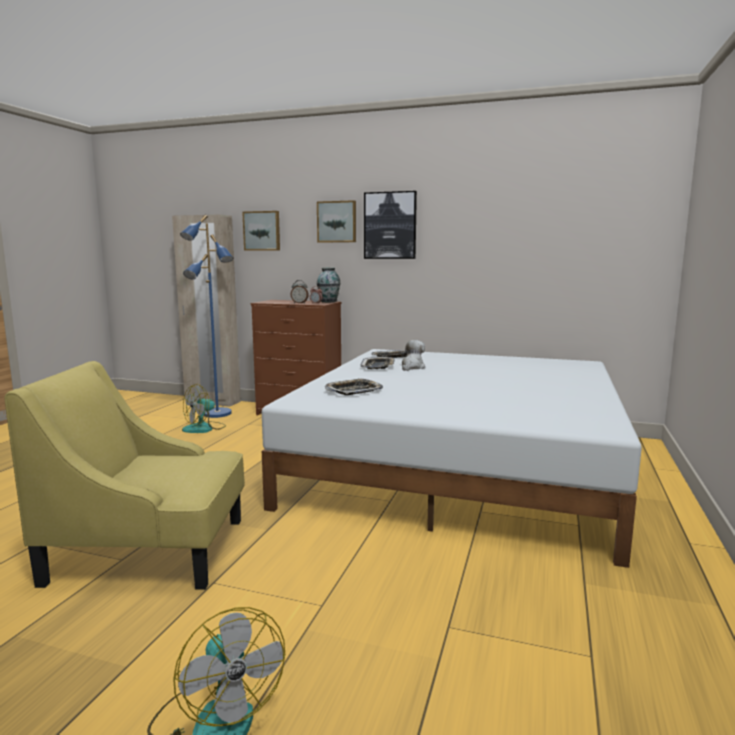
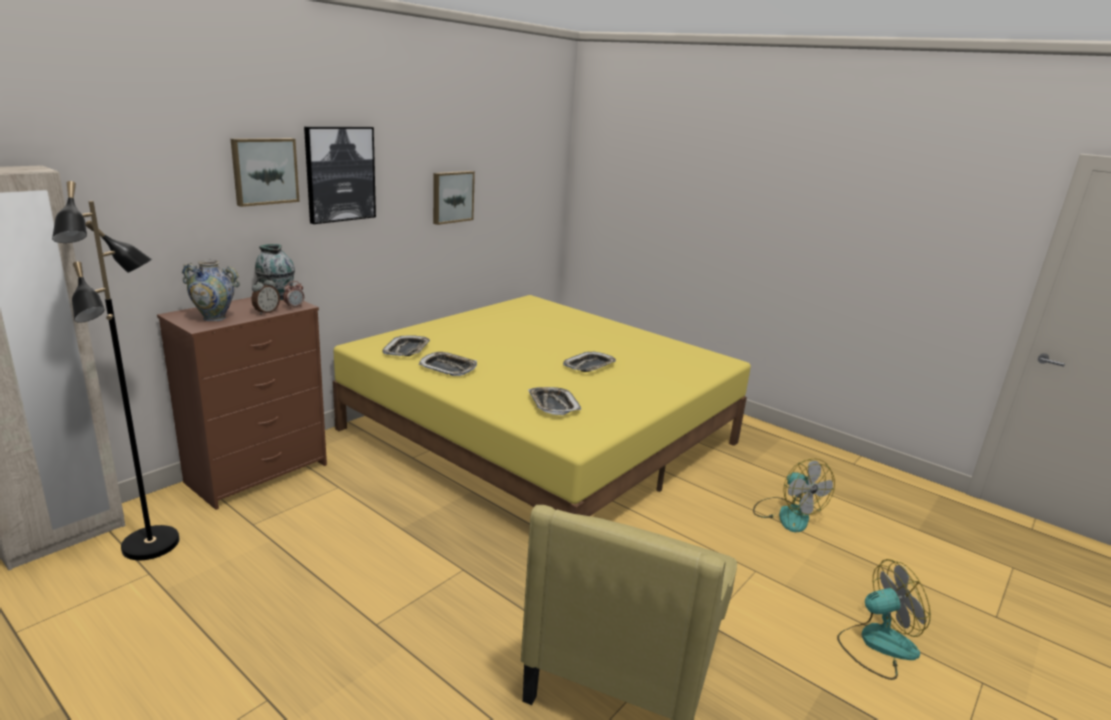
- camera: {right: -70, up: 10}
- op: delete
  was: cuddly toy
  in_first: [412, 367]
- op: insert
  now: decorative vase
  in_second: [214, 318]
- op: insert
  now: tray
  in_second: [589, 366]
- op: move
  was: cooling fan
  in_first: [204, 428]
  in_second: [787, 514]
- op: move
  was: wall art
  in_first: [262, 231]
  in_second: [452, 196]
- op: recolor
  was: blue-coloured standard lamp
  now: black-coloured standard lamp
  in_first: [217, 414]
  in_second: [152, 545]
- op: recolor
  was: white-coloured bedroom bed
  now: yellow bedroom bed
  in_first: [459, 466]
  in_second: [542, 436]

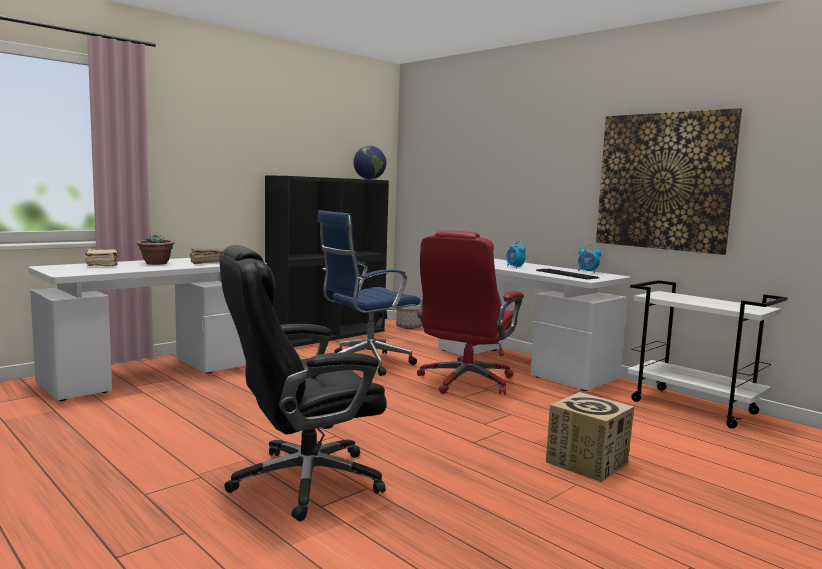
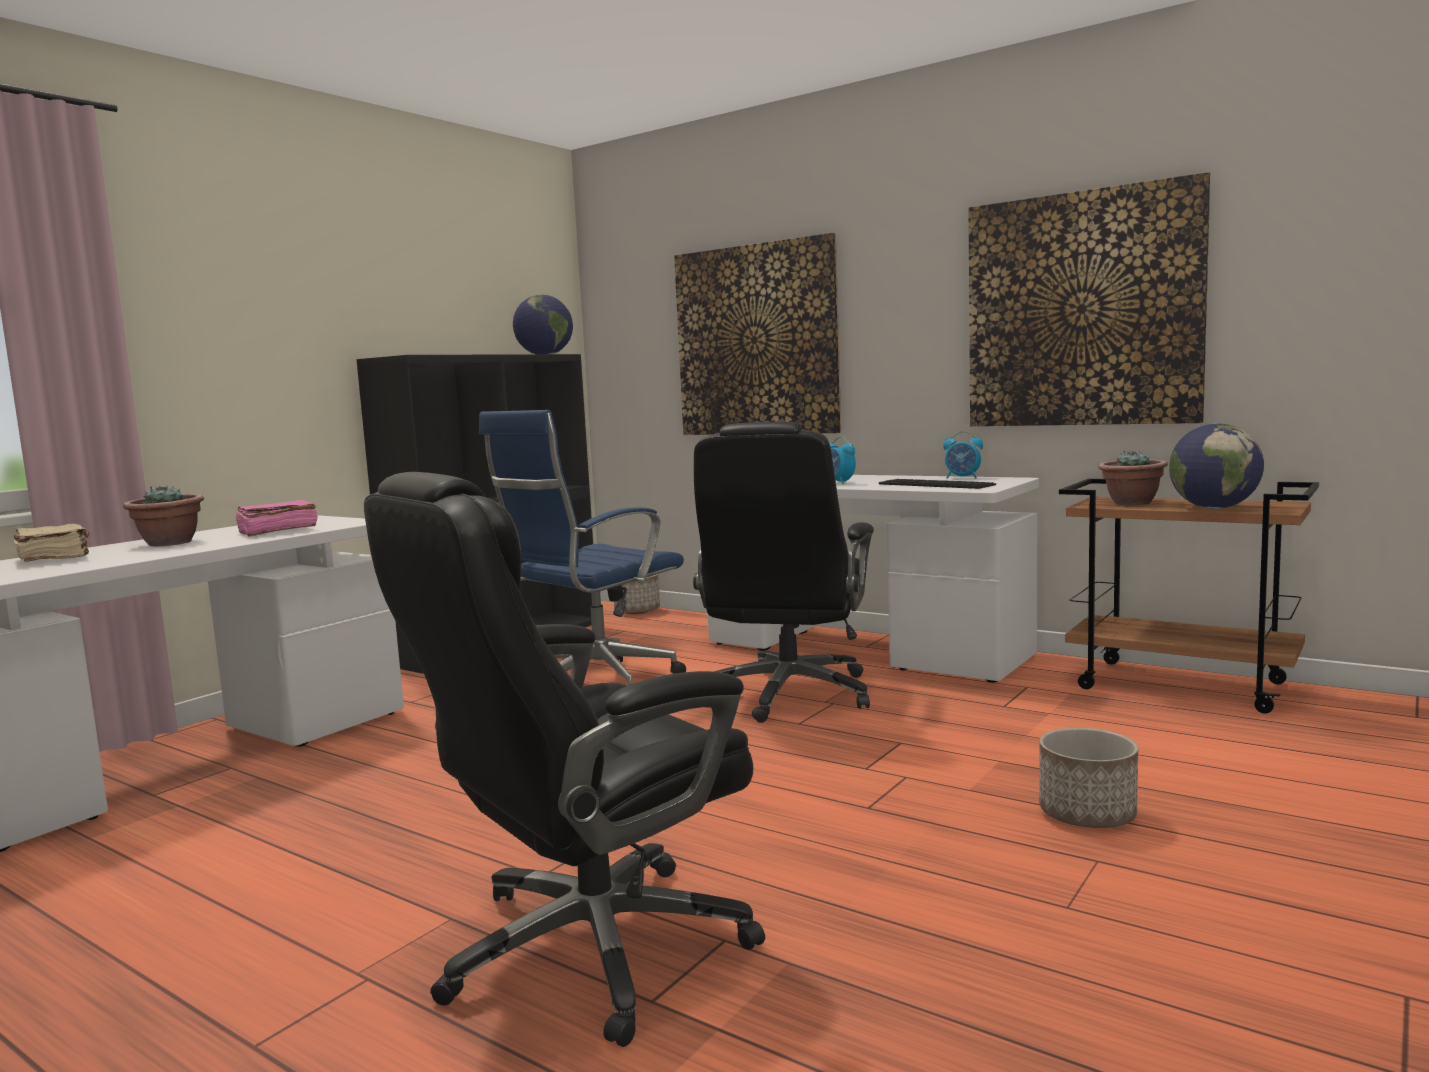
- camera: {right: -10, up: 0}
- op: insert
  now: wall art
  in_second: [756, 340]
- op: insert
  now: plant in a pot
  in_second: [1131, 503]
- op: insert
  now: world globe
  in_second: [1214, 508]
- op: replace
  was: carton
  now: planter
  in_first: [587, 462]
  in_second: [1086, 814]
- op: recolor
  was: brown-coloured book
  now: pink-coloured book
  in_first: [208, 263]
  in_second: [277, 531]
- op: recolor
  was: red-coloured desk chair
  now: black-coloured desk chair
  in_first: [465, 382]
  in_second: [787, 694]
- op: recolor
  was: white-coloured wheeled cart
  now: brown-coloured wheeled cart
  in_first: [695, 407]
  in_second: [1183, 686]

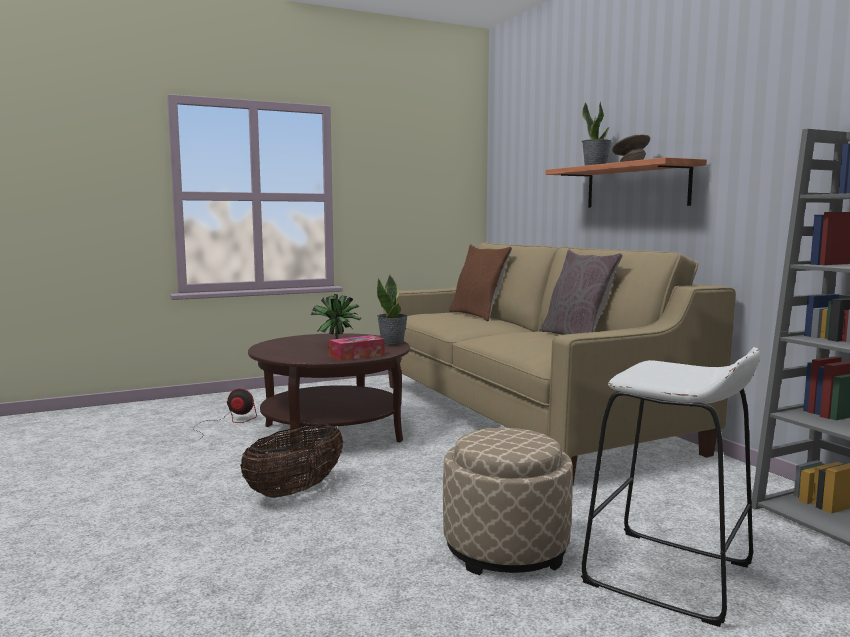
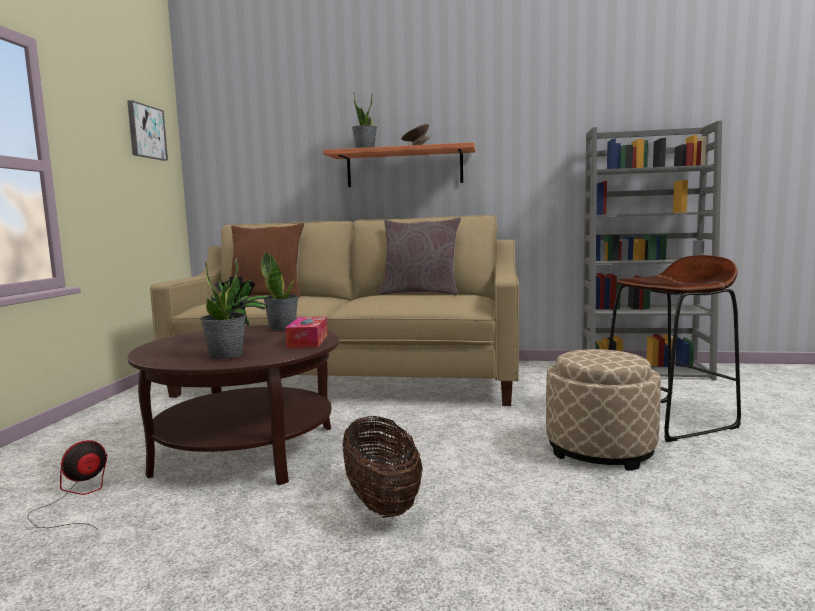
- camera: {right: -55, up: 0}
- op: insert
  now: wall art
  in_second: [146, 132]
- op: insert
  now: plant in a pot
  in_second: [226, 355]
- op: recolor
  was: white-coloured stool seat
  now: brown-coloured stool seat
  in_first: [668, 575]
  in_second: [668, 419]

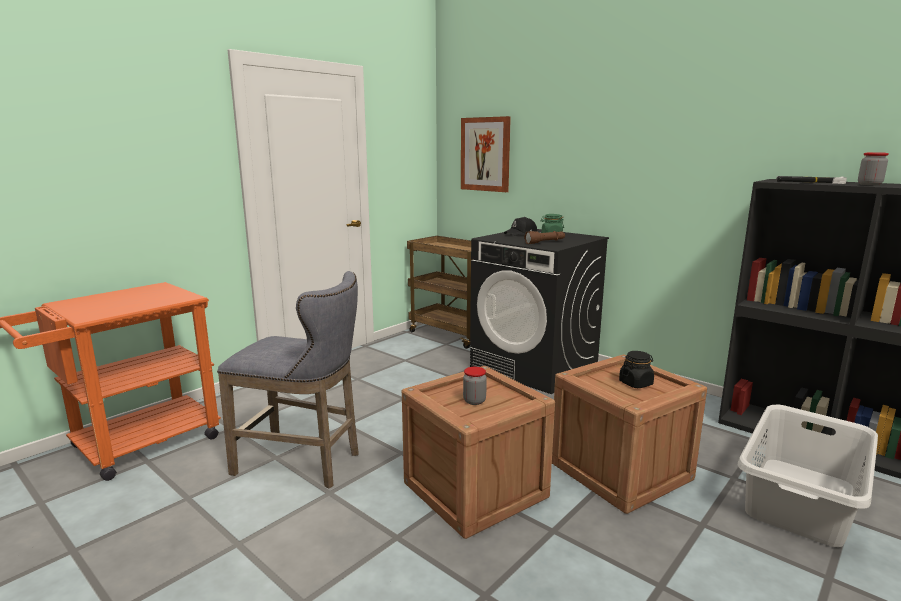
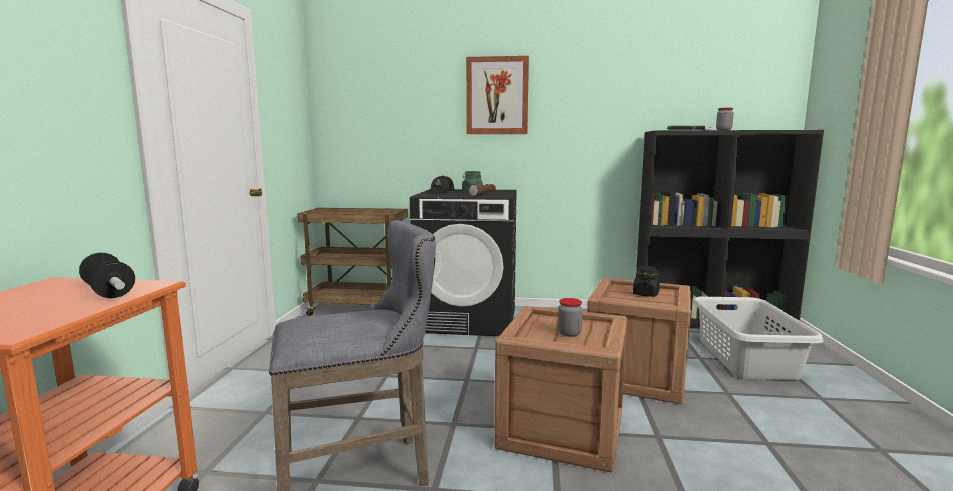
- camera: {right: -35, up: -5}
- op: insert
  now: free weight
  in_second: [109, 291]
- op: move
  was: wall art
  in_first: [485, 154]
  in_second: [497, 96]

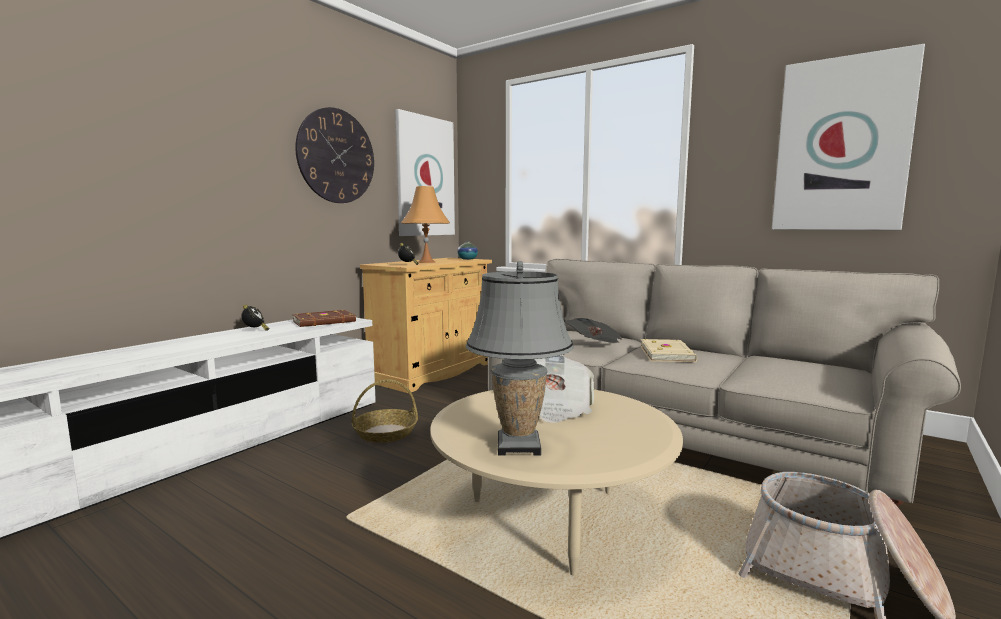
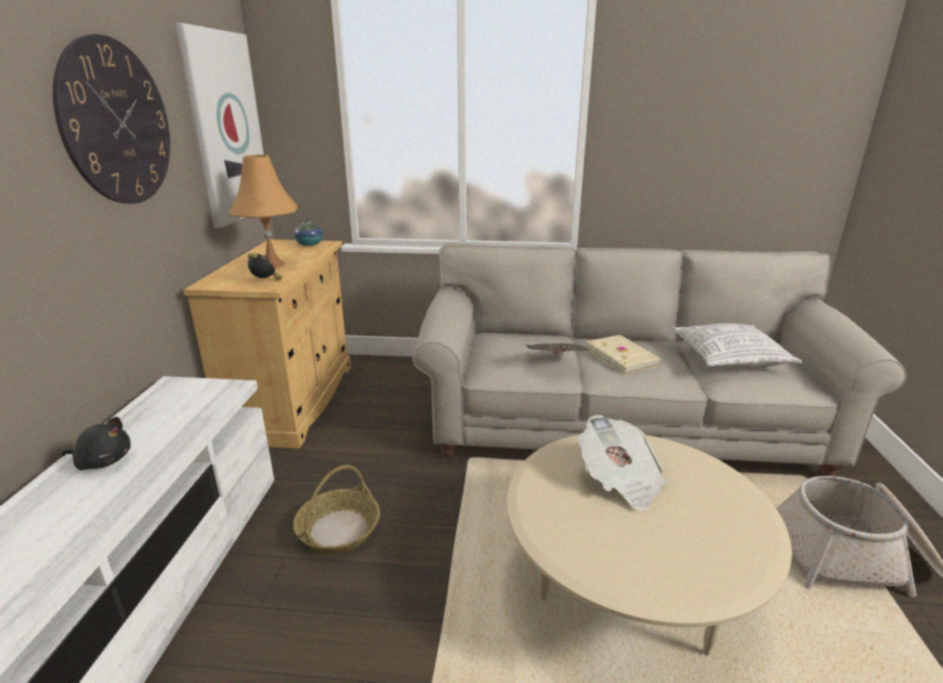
- camera: {right: -30, up: 15}
- op: delete
  was: brown-coloured book
  in_first: [325, 321]
- op: delete
  was: greyish table lamp
  in_first: [518, 446]
- op: delete
  was: wall art
  in_first: [841, 145]
- op: insert
  now: throw pillow
  in_second: [729, 359]
- op: replace
  was: bedside clock
  now: black-coloured cuddly toy
  in_first: [255, 331]
  in_second: [103, 461]

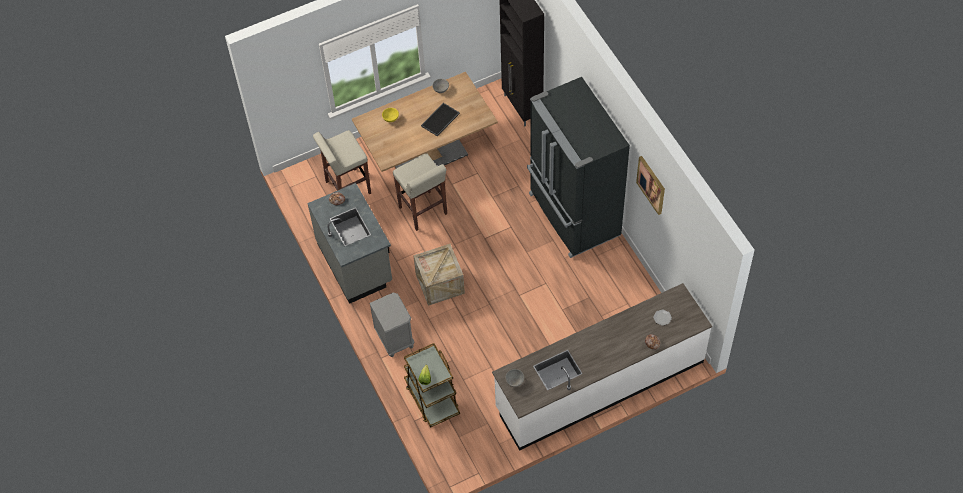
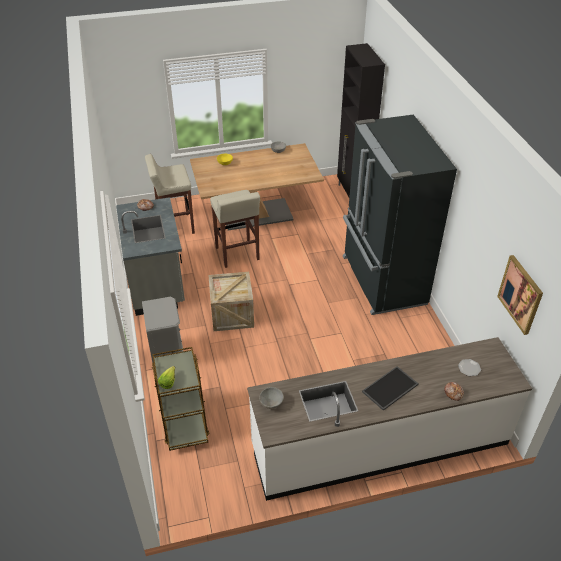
- camera: {right: 10, up: -15}
- op: move
  was: tray
  in_first: [440, 120]
  in_second: [390, 389]
- op: move
  was: wall art
  in_first: [651, 185]
  in_second: [520, 294]

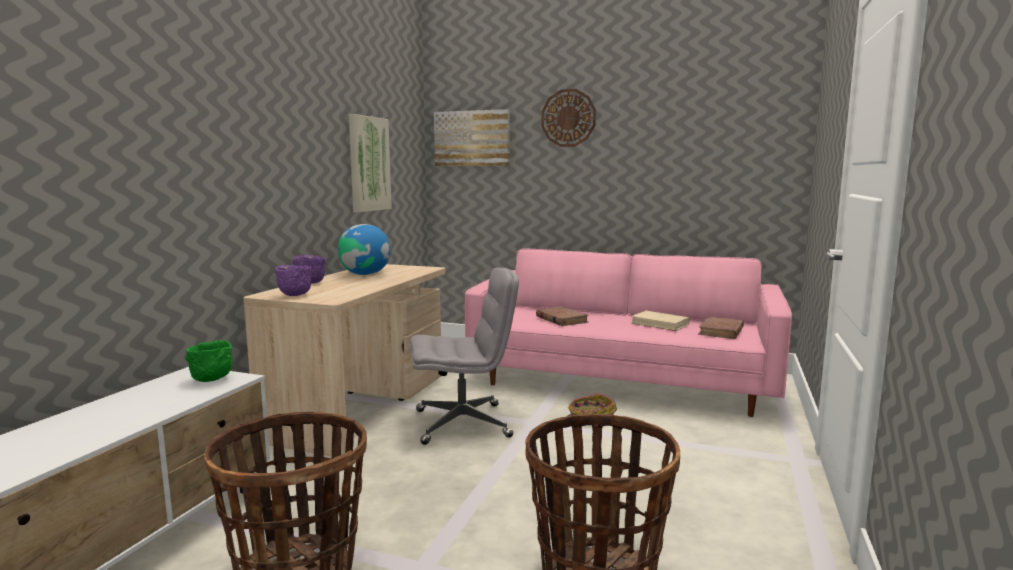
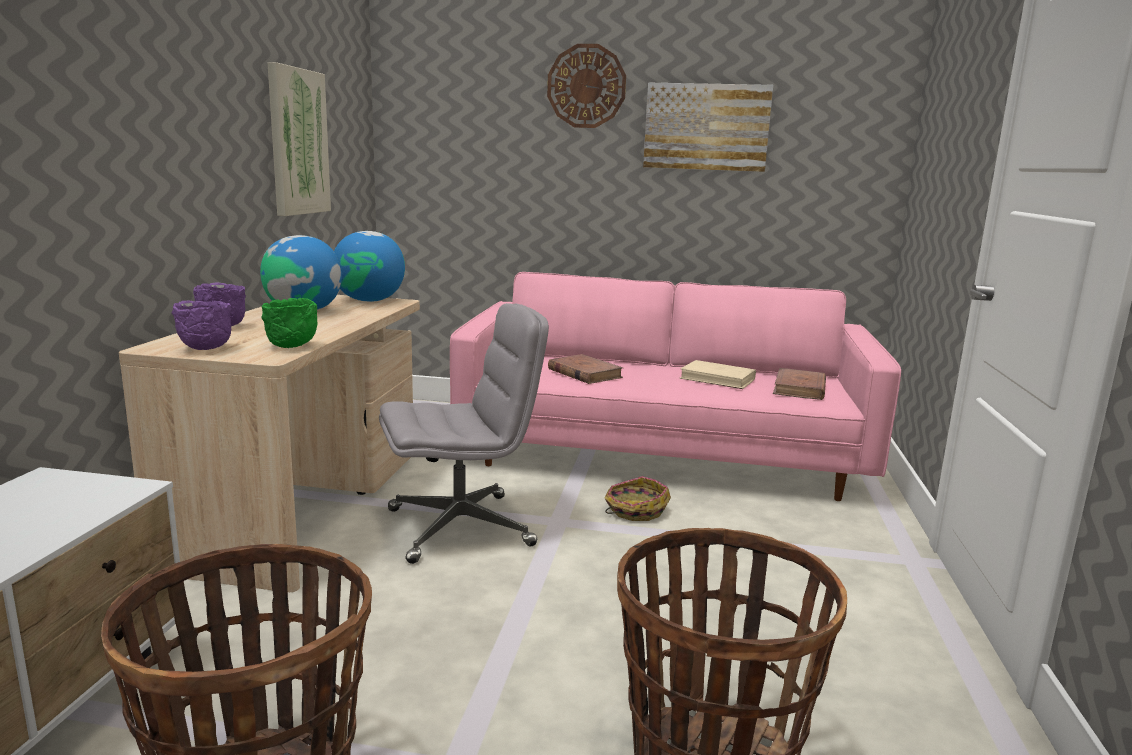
- camera: {right: -10, up: 5}
- op: insert
  now: world globe
  in_second: [369, 301]
- op: move
  was: green-coloured serving bowl
  in_first: [213, 380]
  in_second: [293, 347]
- op: move
  was: wall art
  in_first: [472, 138]
  in_second: [706, 127]

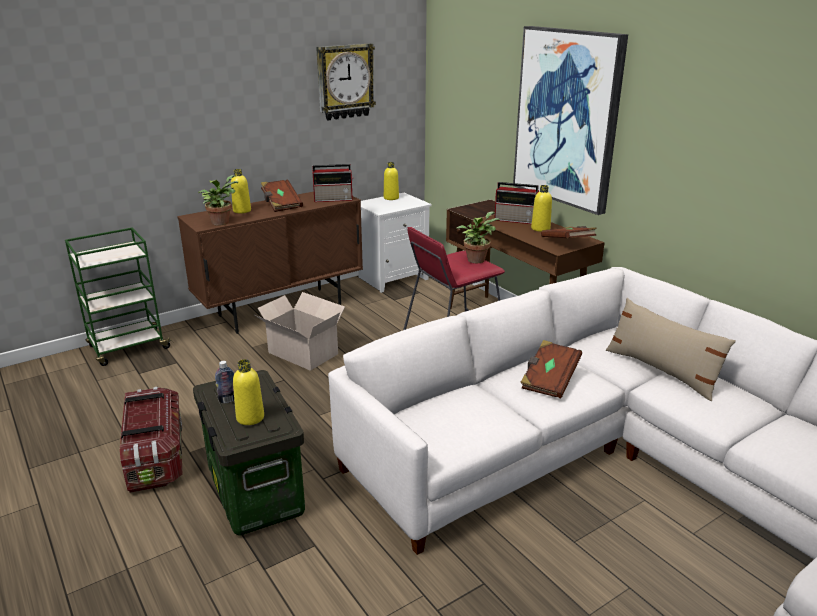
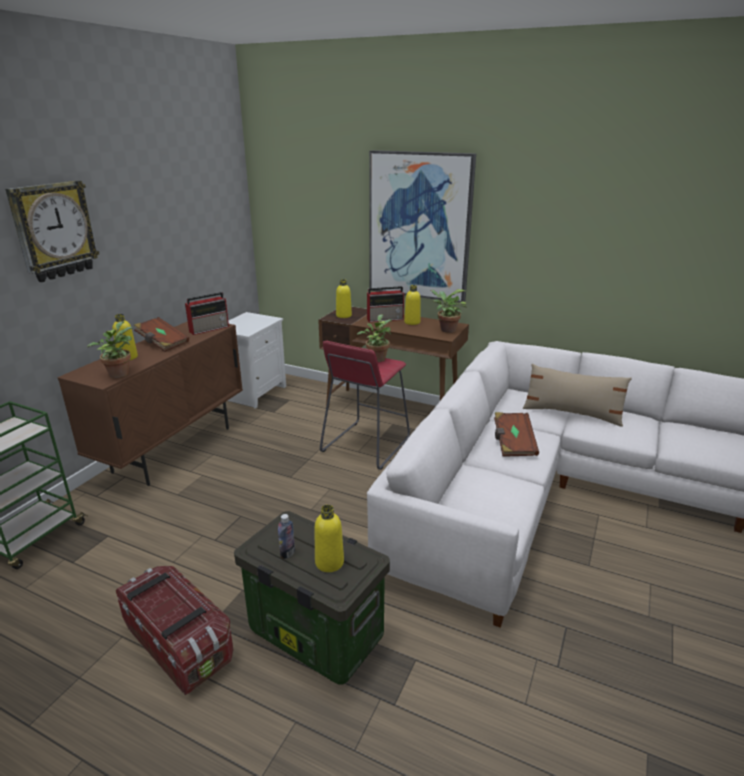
- camera: {right: -30, up: 0}
- op: delete
  was: carton
  in_first: [302, 352]
- op: move
  was: clock on the wall
  in_first: [345, 81]
  in_second: [54, 230]
- op: move
  was: yellow drink bottle
  in_first: [391, 198]
  in_second: [343, 315]
- op: replace
  was: brown-coloured book
  now: plant in a pot
  in_first: [568, 243]
  in_second: [446, 330]

